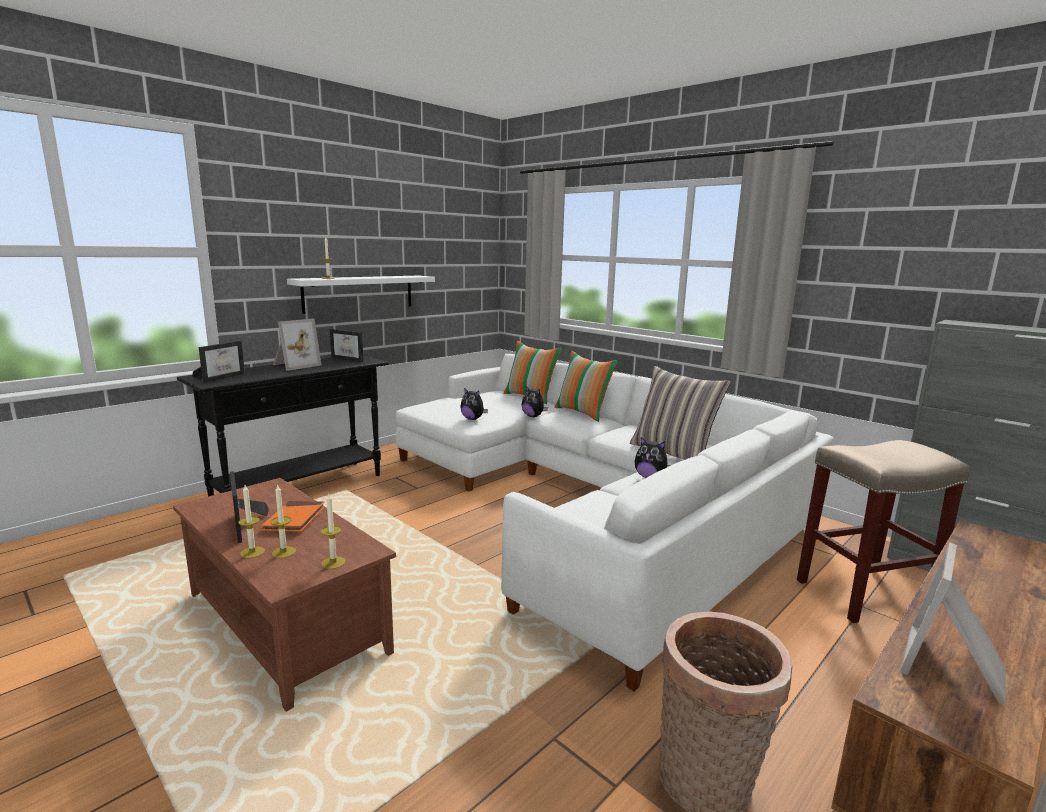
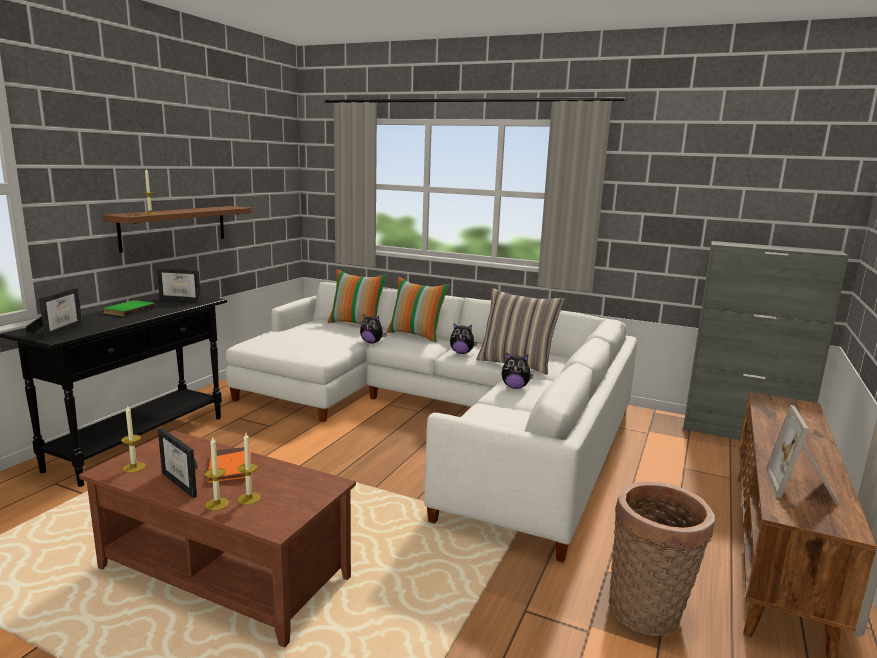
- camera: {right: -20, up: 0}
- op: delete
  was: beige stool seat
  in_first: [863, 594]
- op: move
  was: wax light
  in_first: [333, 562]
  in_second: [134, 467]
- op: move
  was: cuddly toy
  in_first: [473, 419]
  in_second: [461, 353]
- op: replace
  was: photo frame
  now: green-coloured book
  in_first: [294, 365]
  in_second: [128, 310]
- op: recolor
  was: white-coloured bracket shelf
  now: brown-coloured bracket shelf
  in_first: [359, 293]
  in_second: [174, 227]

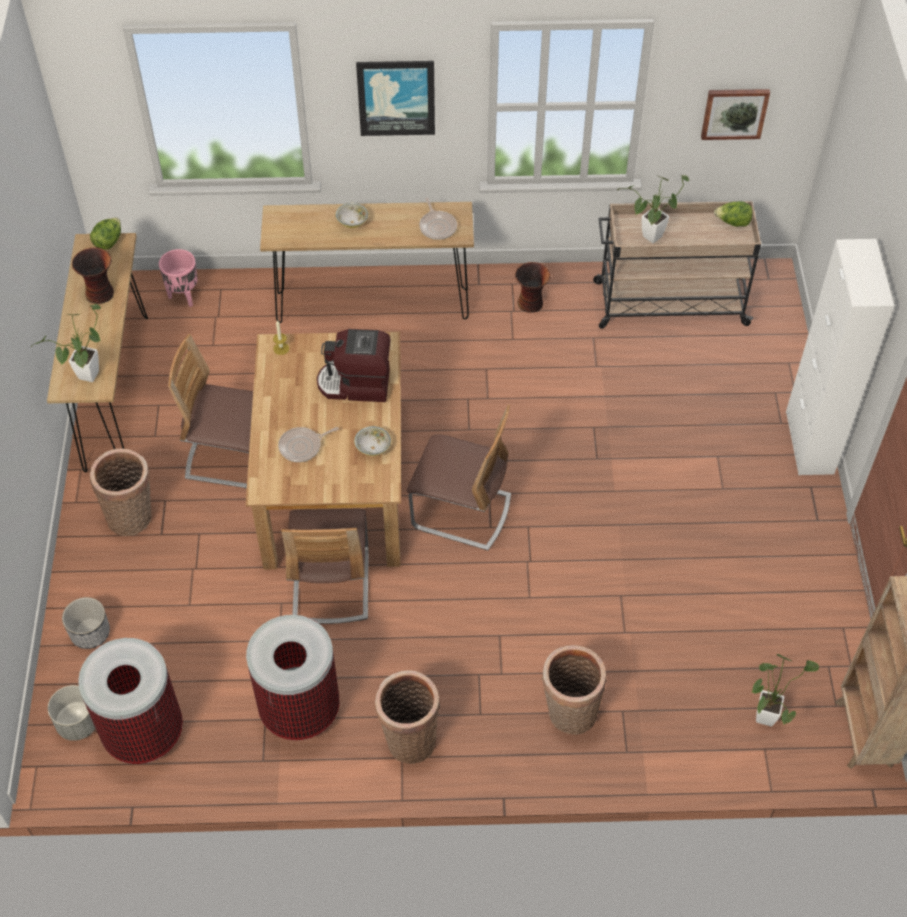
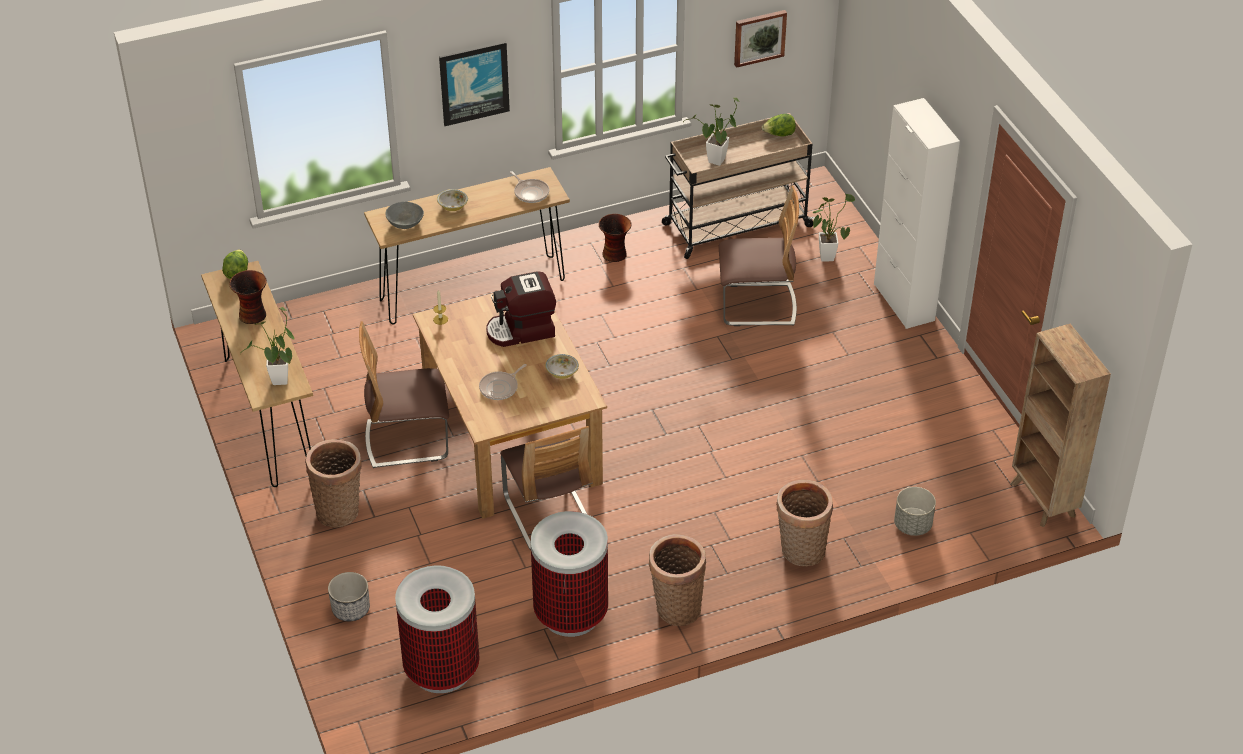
- camera: {right: -20, up: -10}
- op: delete
  was: pink-coloured planter
  in_first: [184, 297]
- op: insert
  now: greyish serving bowl
  in_second: [405, 223]
- op: move
  was: greyish planter
  in_first: [78, 723]
  in_second: [912, 525]
- op: move
  was: chair
  in_first: [461, 511]
  in_second: [757, 305]
- op: move
  was: plant in a pot
  in_first: [766, 713]
  in_second: [826, 254]

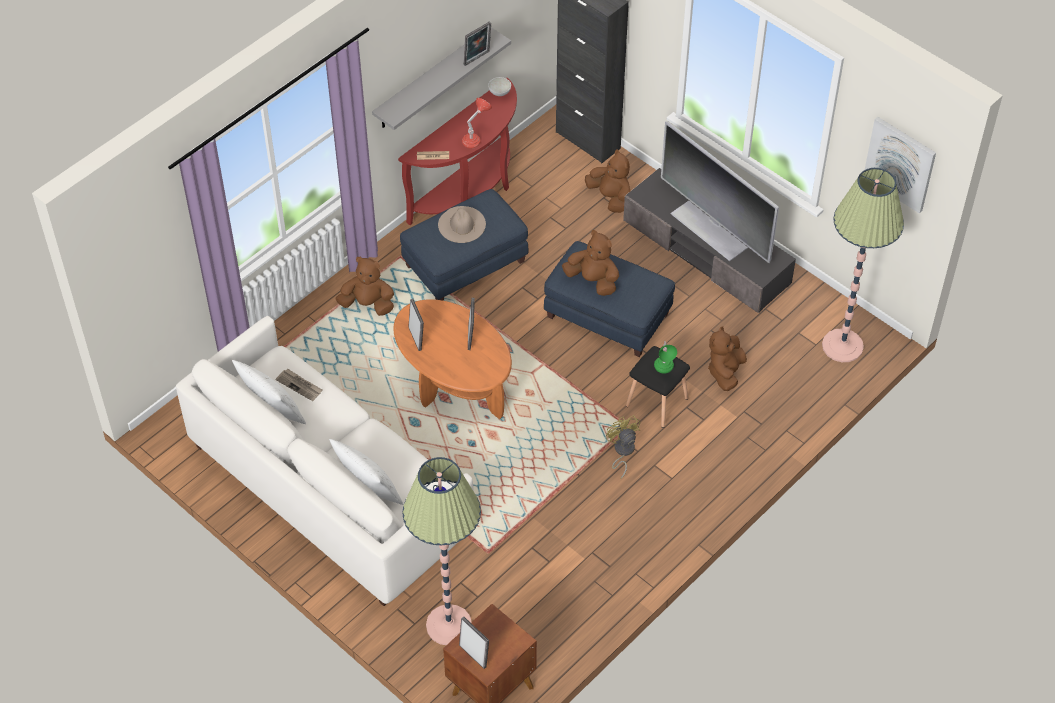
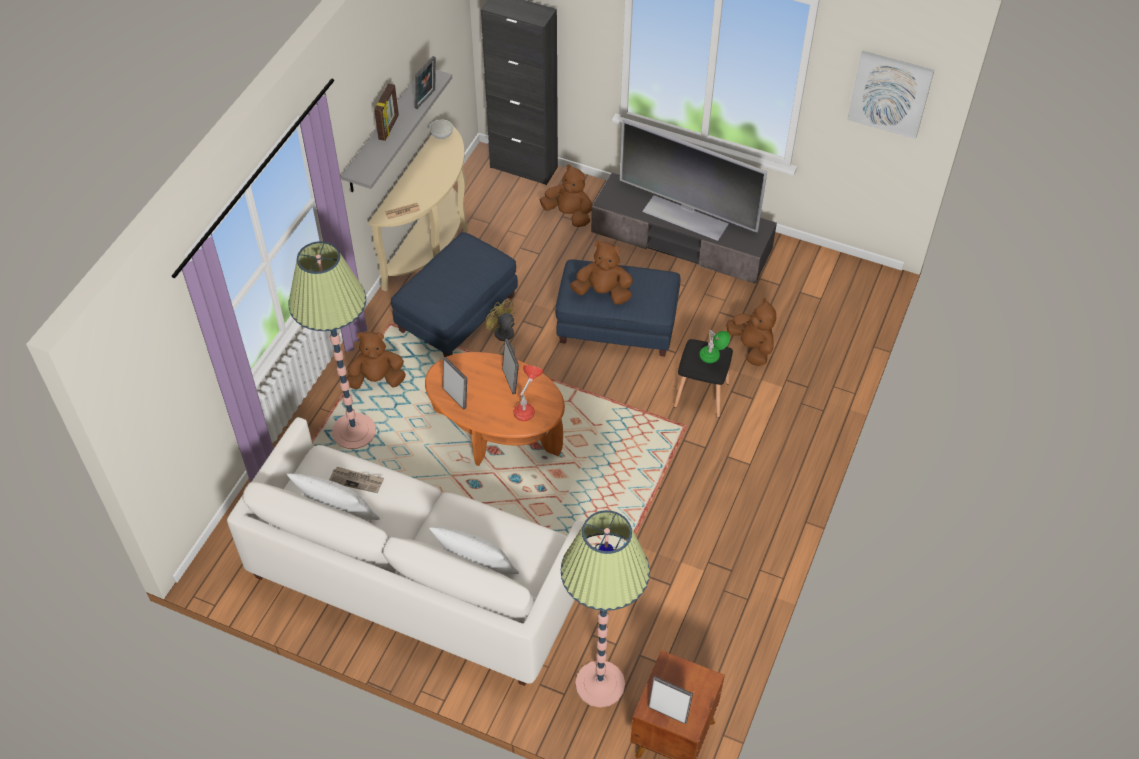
- camera: {right: -20, up: 0}
- op: delete
  was: beige wearable hat
  in_first: [461, 224]
- op: insert
  now: photo frame
  in_second: [389, 127]
- op: move
  was: red-coloured table lamp
  in_first: [475, 139]
  in_second: [527, 408]
- op: move
  was: yellow cooling fan
  in_first: [622, 452]
  in_second: [503, 338]
- op: move
  was: standard lamp
  in_first: [842, 346]
  in_second: [354, 431]
- op: recolor
  was: red-coloured narrow table
  now: beige narrow table
  in_first: [470, 194]
  in_second: [433, 246]
- op: rotate
  was: brown-coloured cuddly toy
  in_first: [725, 372]
  in_second: [751, 347]
  clockwise: 150

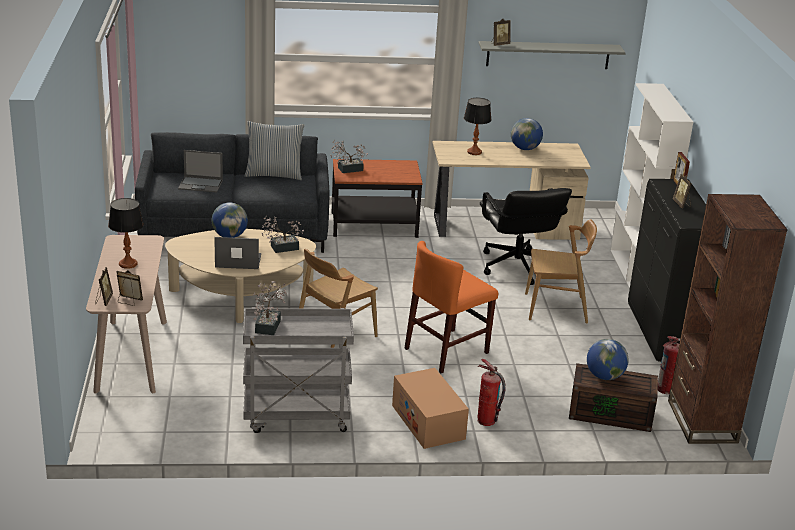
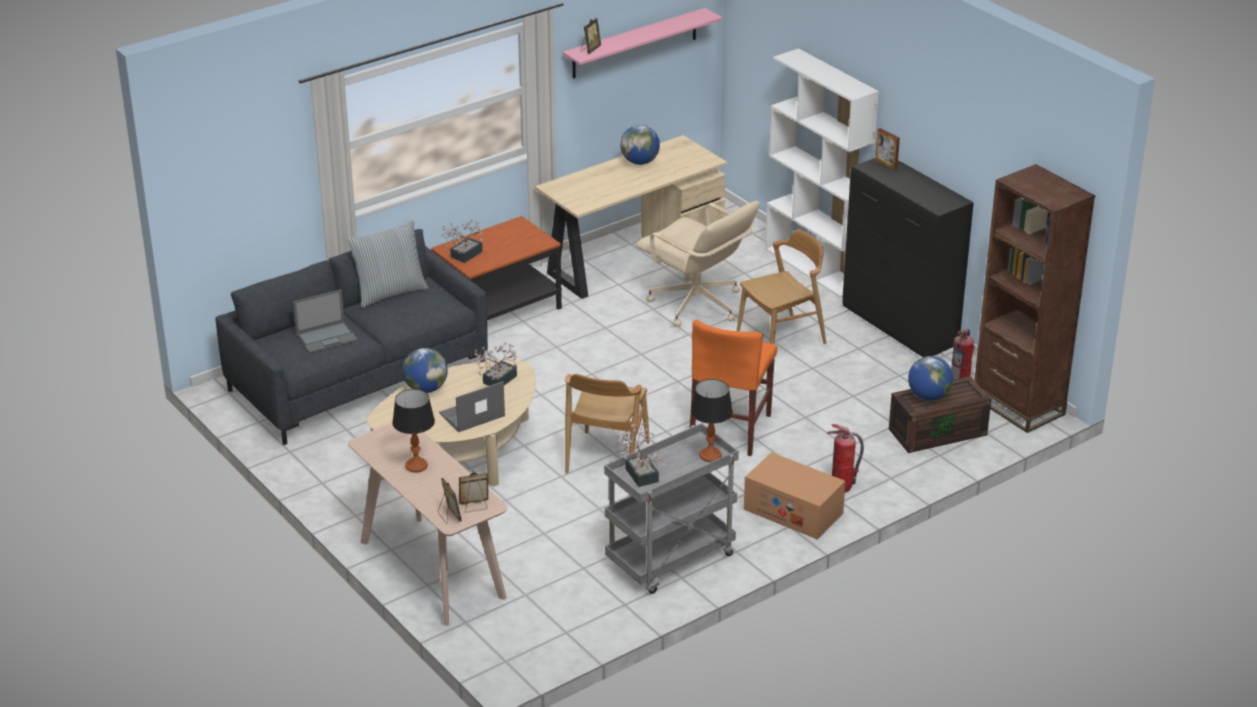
- camera: {right: -30, up: 5}
- op: delete
  was: photo frame
  in_first: [682, 204]
- op: move
  was: table lamp
  in_first: [474, 152]
  in_second: [710, 456]
- op: recolor
  was: greyish bracket shelf
  now: pink-coloured bracket shelf
  in_first: [548, 55]
  in_second: [635, 43]
- op: recolor
  was: black-coloured desk chair
  now: beige desk chair
  in_first: [516, 267]
  in_second: [696, 305]

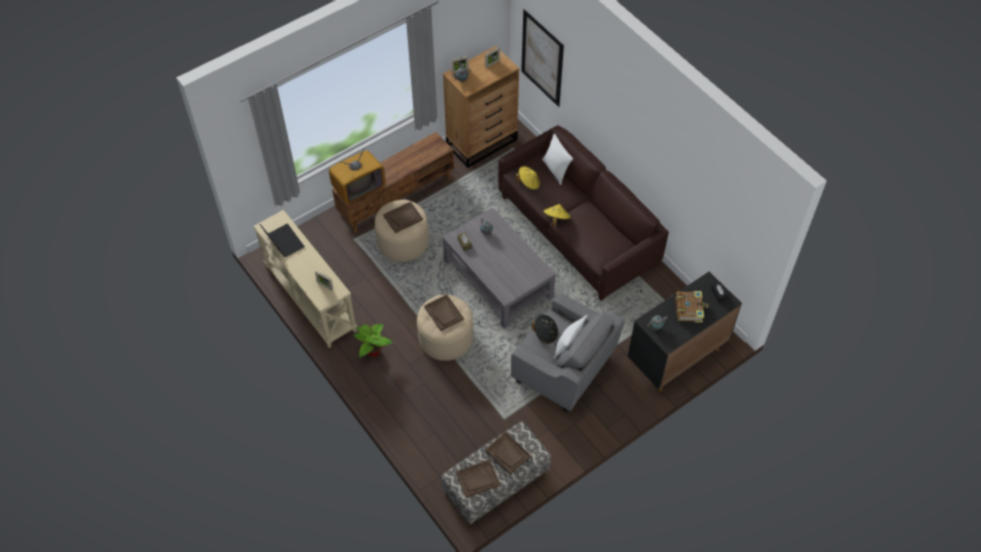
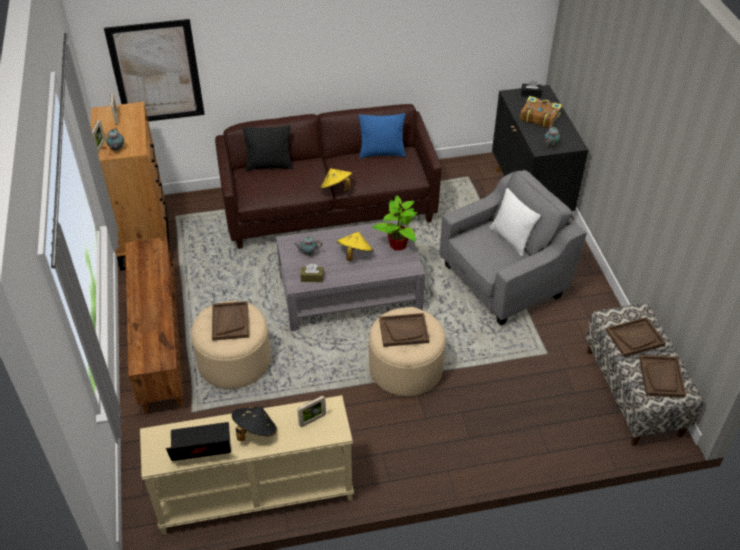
- camera: {right: -65, up: -10}
- op: delete
  was: TV
  in_first: [358, 187]
- op: insert
  now: blue-coloured throw pillow
  in_second: [382, 153]
- op: move
  was: plant in a pot
  in_first: [373, 351]
  in_second: [397, 245]
- op: move
  was: yellow wearable hat
  in_first: [528, 183]
  in_second: [354, 254]
- op: move
  was: black-coloured wearable hat
  in_first: [545, 334]
  in_second: [255, 431]
- op: recolor
  was: white-coloured throw pillow
  now: black-coloured throw pillow
  in_first: [555, 170]
  in_second: [269, 165]

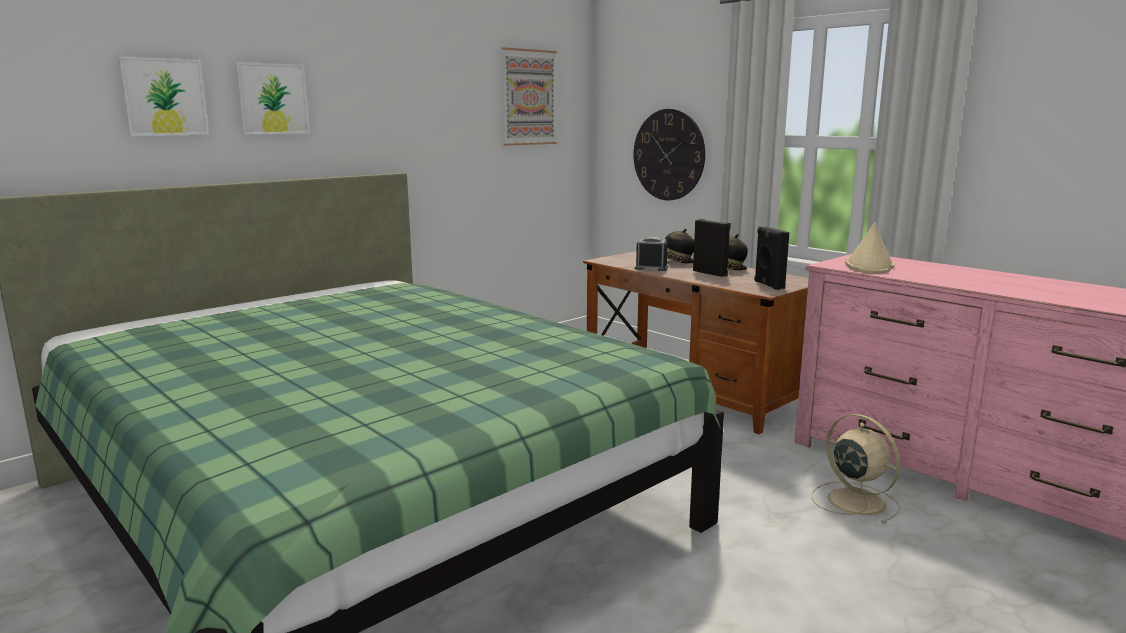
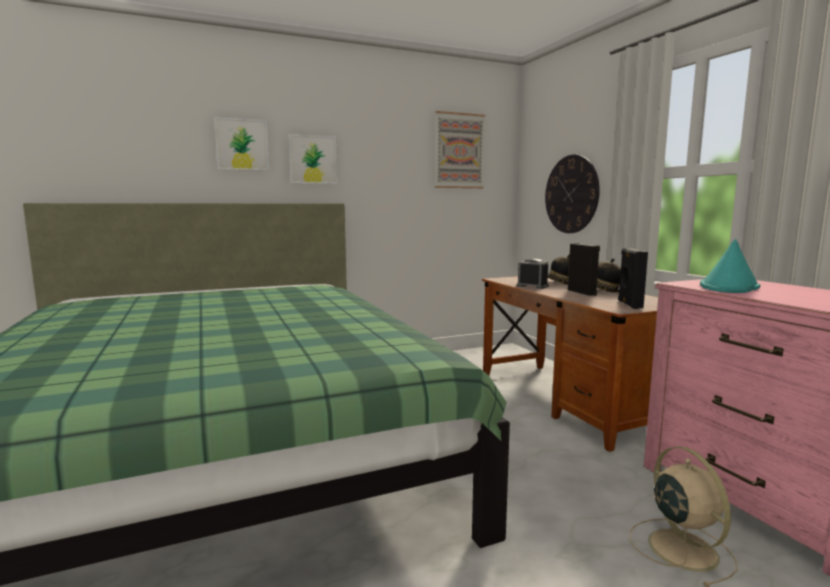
- camera: {right: 20, up: -5}
- op: move
  was: wall art
  in_first: [164, 97]
  in_second: [312, 159]
- op: recolor
  was: beige wearable hat
  now: blue-green wearable hat
  in_first: [869, 266]
  in_second: [729, 287]

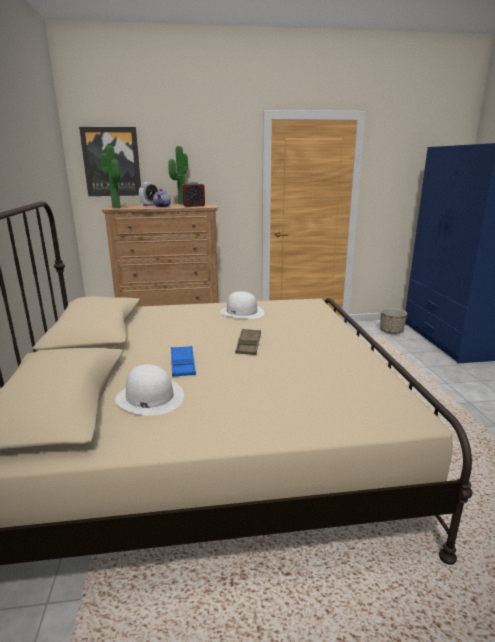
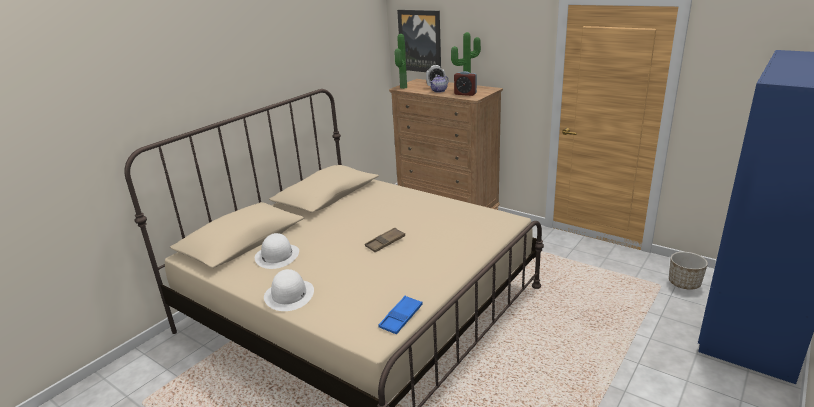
- camera: {right: 45, up: 5}
- op: move
  was: blue-coloured tray
  in_first: [183, 364]
  in_second: [401, 318]
- op: move
  was: white-coloured wearable hat
  in_first: [242, 312]
  in_second: [289, 295]

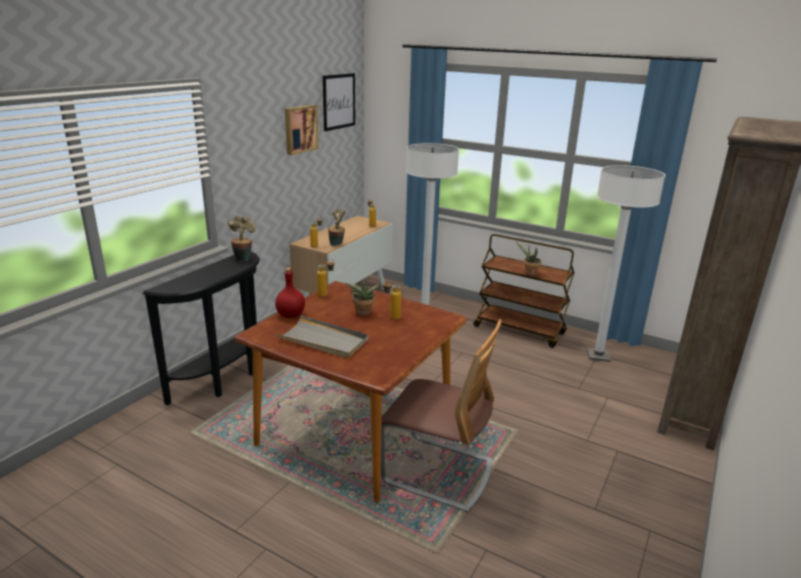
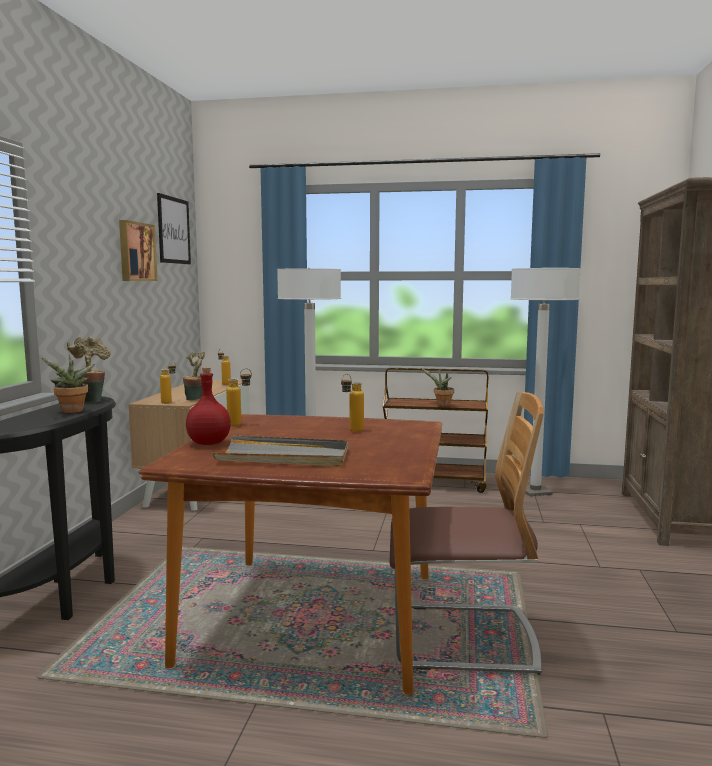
- camera: {right: -20, up: -15}
- op: move
  was: plant in a pot
  in_first: [363, 314]
  in_second: [72, 411]

